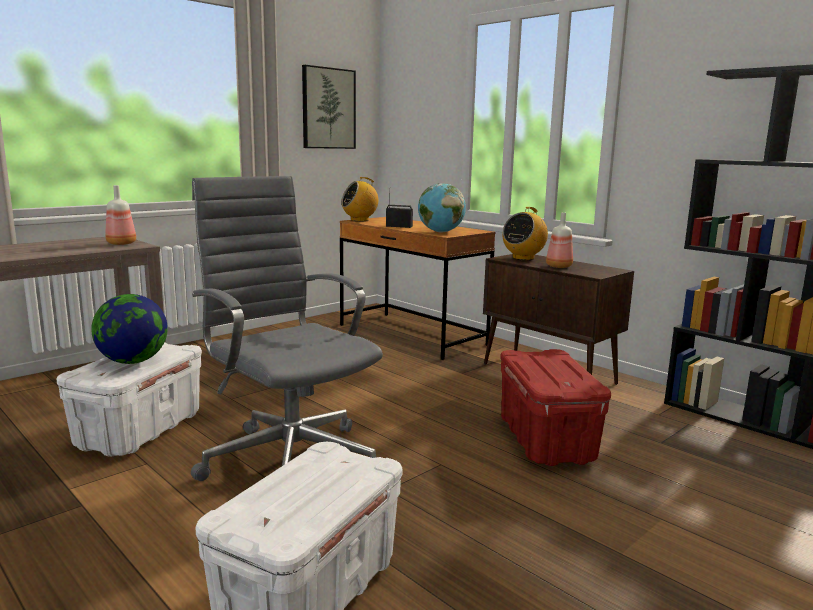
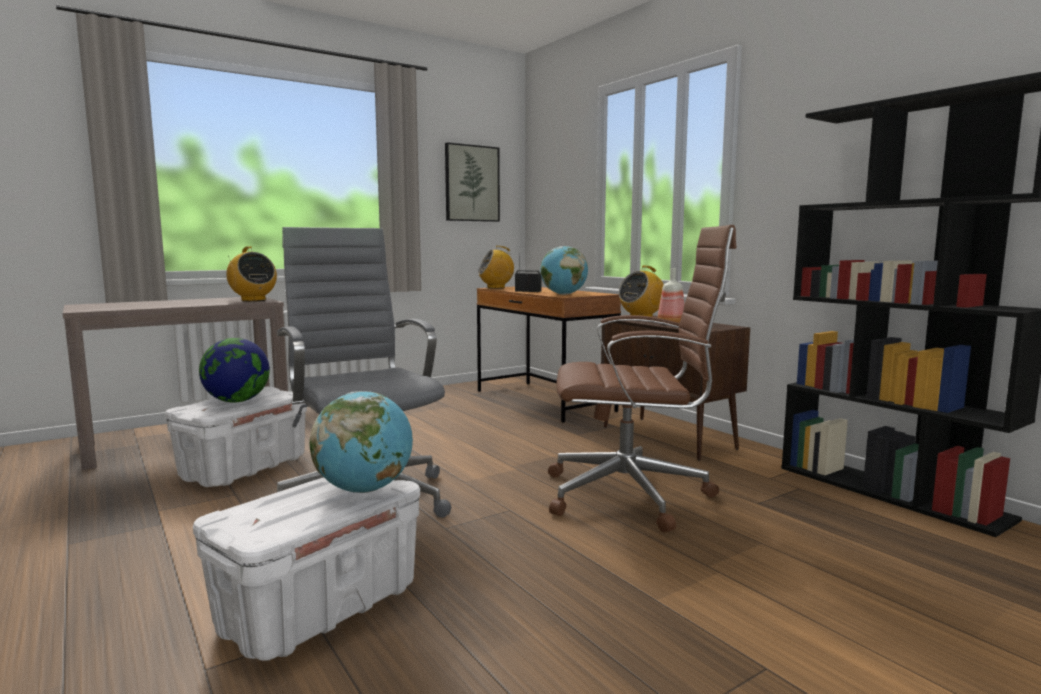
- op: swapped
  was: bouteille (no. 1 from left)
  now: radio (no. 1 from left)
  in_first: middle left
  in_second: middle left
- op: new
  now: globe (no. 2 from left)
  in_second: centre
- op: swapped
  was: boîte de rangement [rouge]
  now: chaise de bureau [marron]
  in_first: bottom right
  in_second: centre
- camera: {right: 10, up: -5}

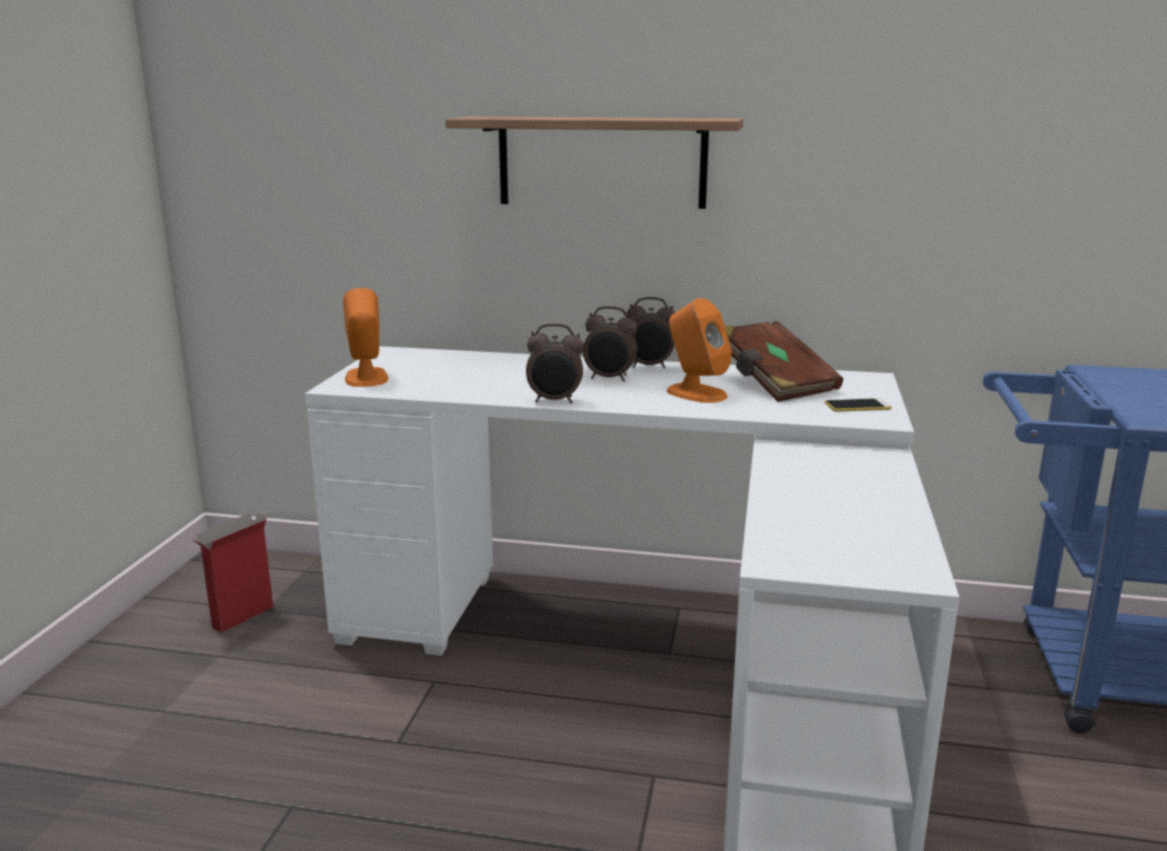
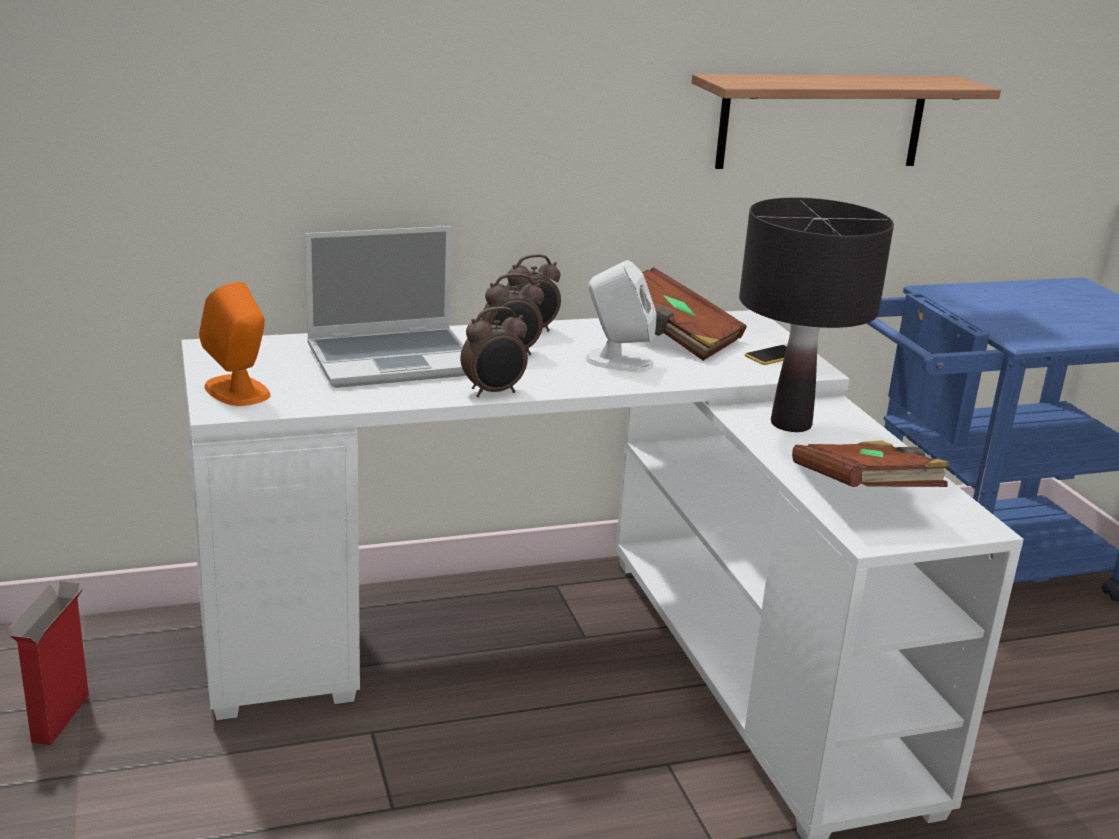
- op: new
  now: ordinateur portable
  in_second: centre
- op: repainted
  was: enceinte [orange] (no. 2 from left)
  now: enceinte [blanc]
  in_first: centre
  in_second: centre
- op: shifted
  was: étagère
  in_first: top centre
  in_second: top right
- op: new
  now: lampe de table [noir]
  in_second: middle right
- op: new
  now: livre [marron] (no. 2 from left)
  in_second: middle right
- camera: {right: -30, up: 5}

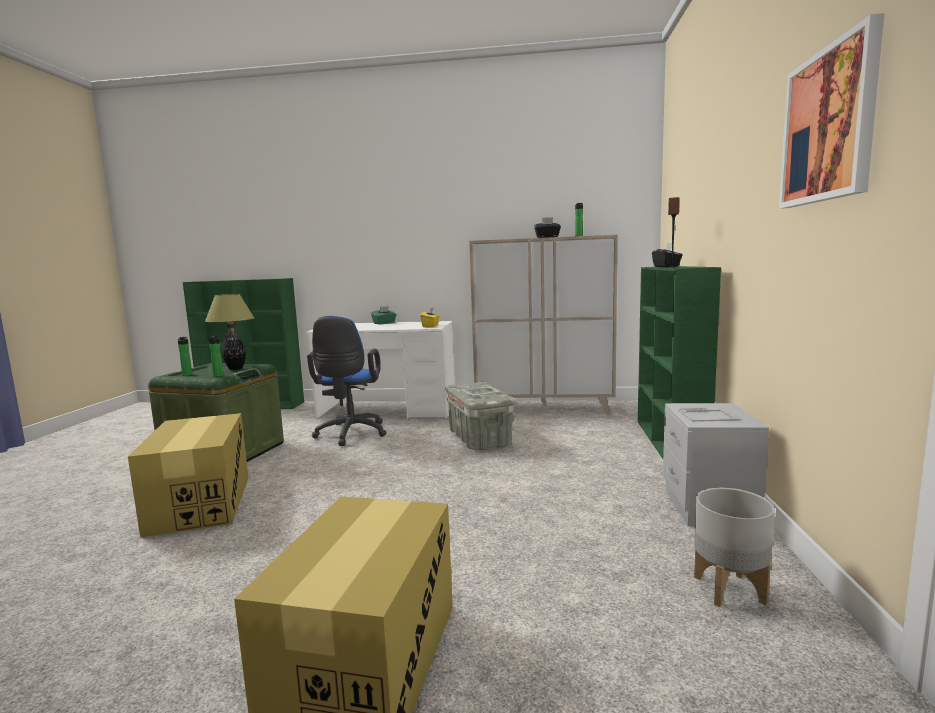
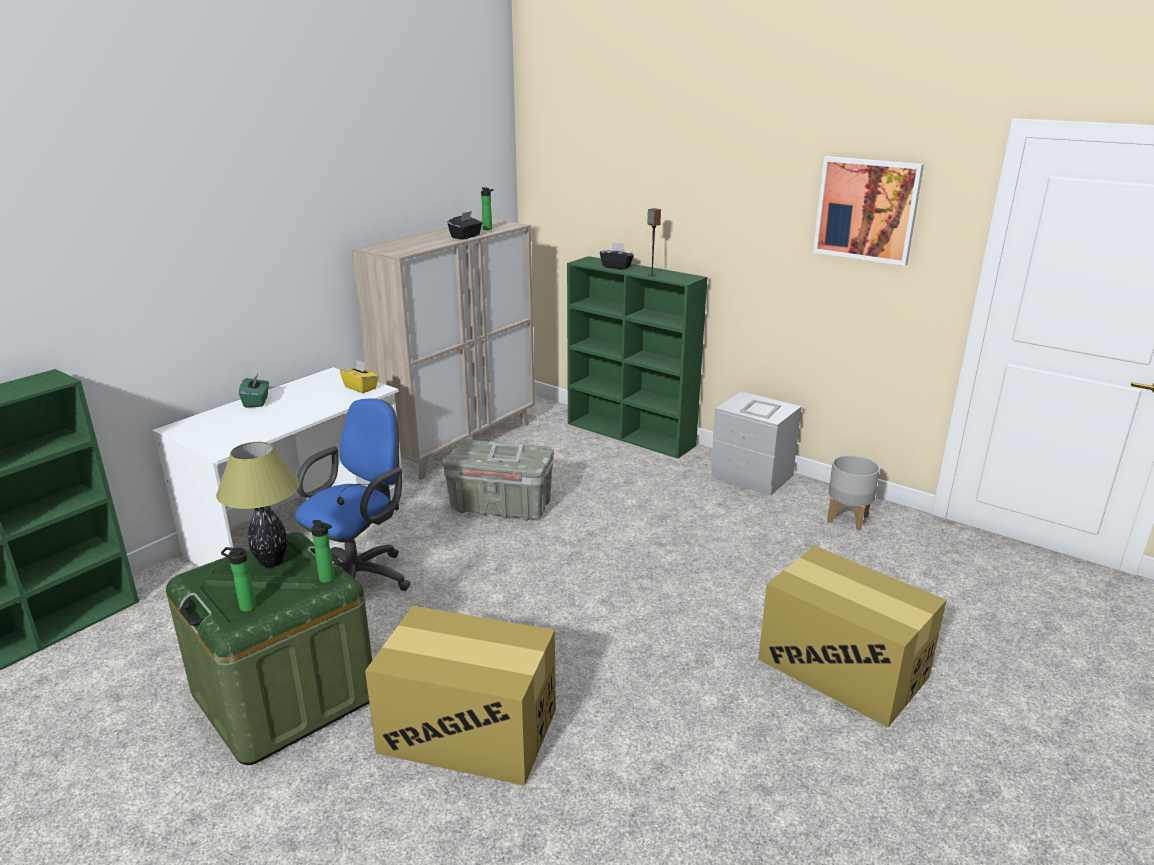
- op: rotated
  was: chaise de bureau [bleu]
  in_first: centre
  in_second: middle left
  clockwise: -90
- camera: {right: -60, up: 15}

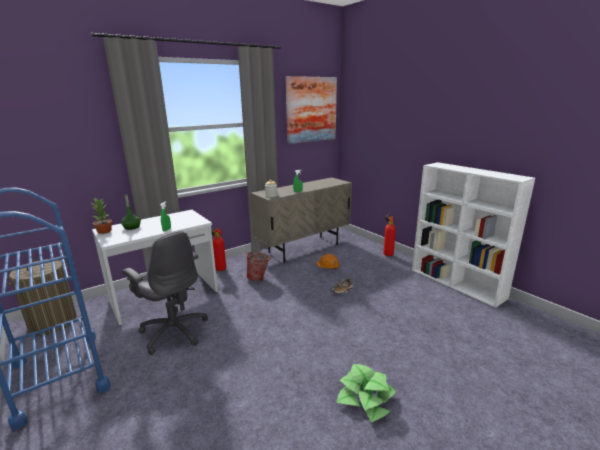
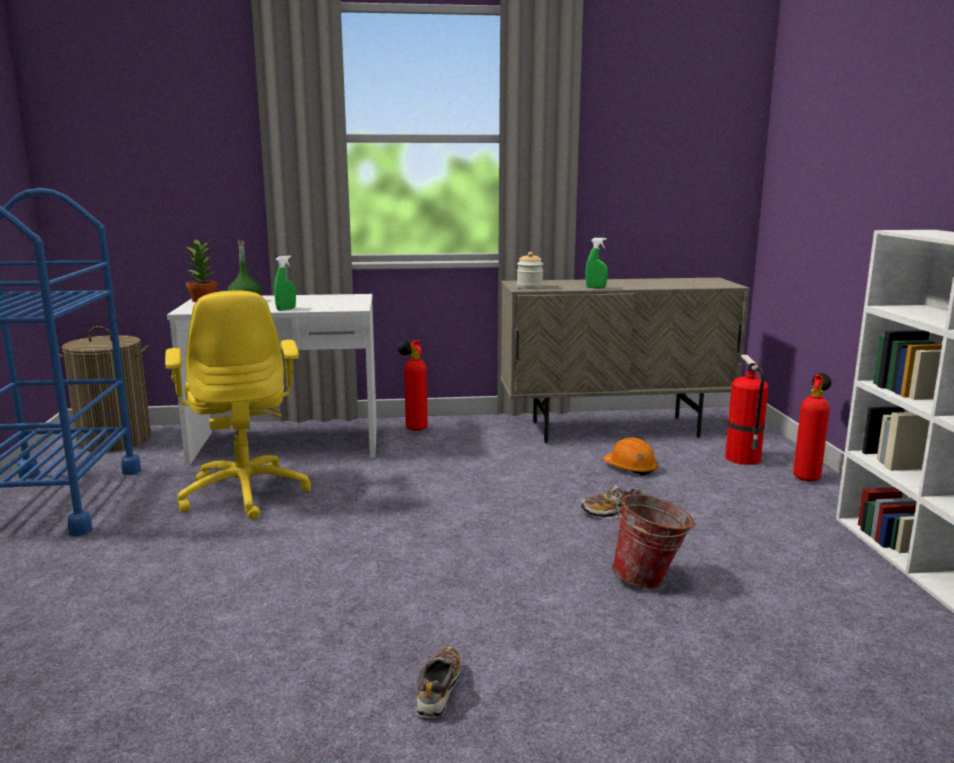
- op: repainted
  was: chaise de bureau [gris]
  now: chaise de bureau [jaune]
  in_first: middle left
  in_second: middle left
- op: swapped
  was: plante en pot (no. 2 from left)
  now: chaussure (no. 1 from left)
  in_first: bottom centre
  in_second: bottom centre
- op: shifted
  was: seau
  in_first: centre
  in_second: bottom right
- op: new
  now: extincteur (no. 2 from left)
  in_second: middle right
- op: gone
  was: tableau
  in_first: top centre
- camera: {right: 30, up: -5}

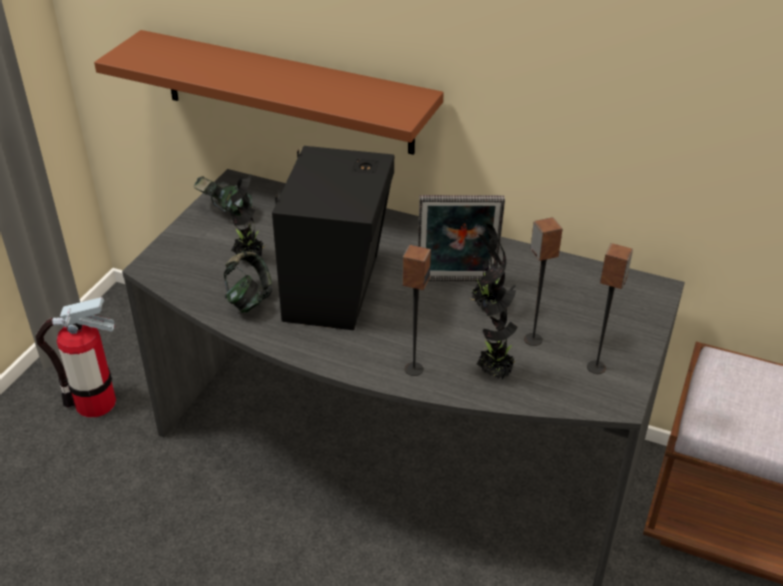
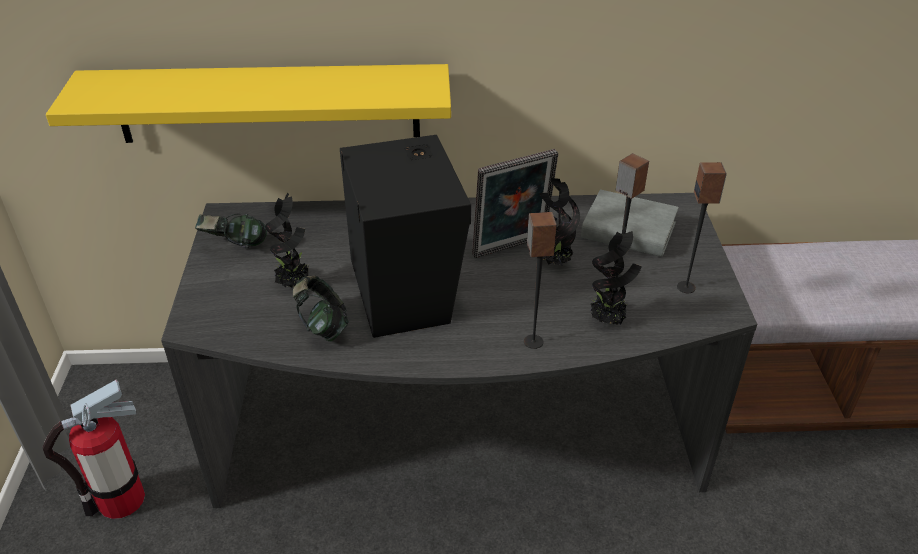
- op: repainted
  was: étagère [marron]
  now: étagère [jaune]
  in_first: top centre
  in_second: top left
- op: new
  now: livre [gris]
  in_second: middle right
- camera: {right: -25, up: 0}

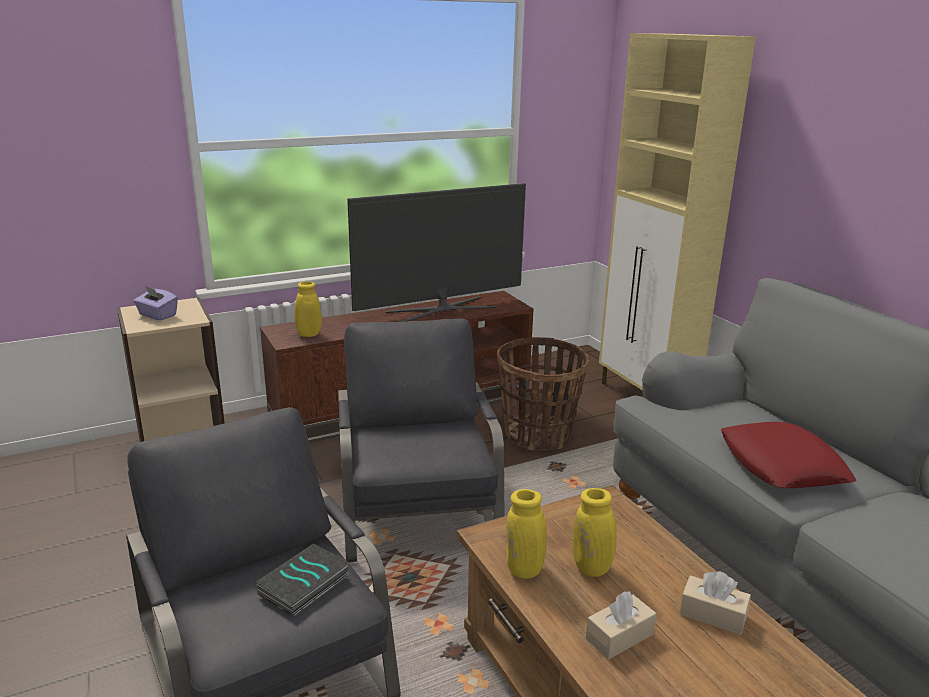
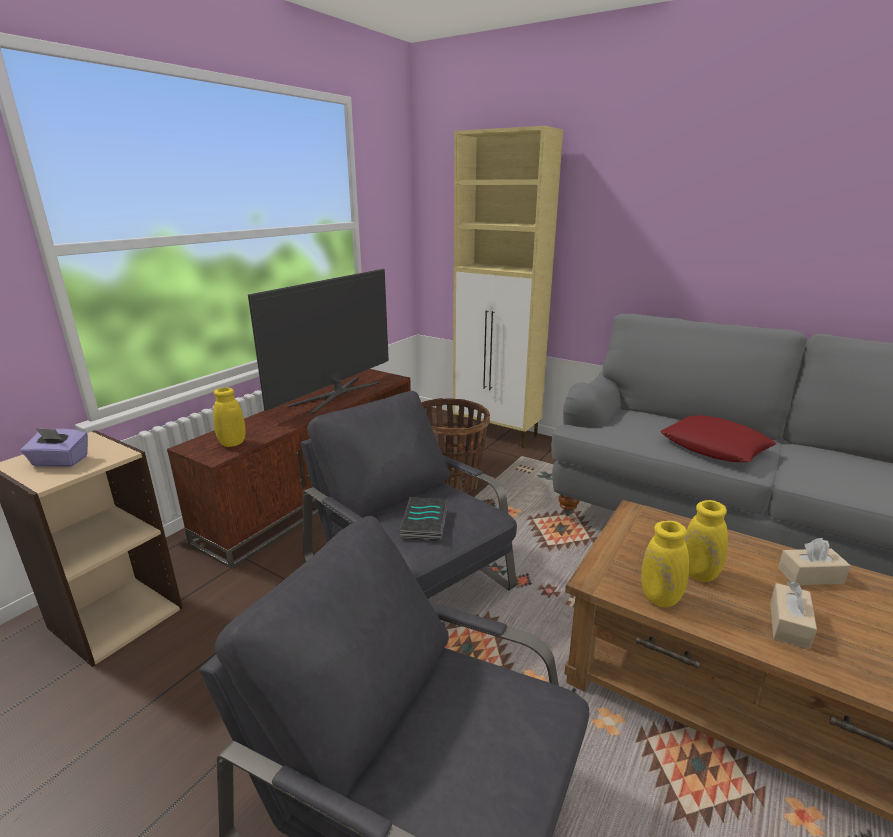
- op: shifted
  was: livre
  in_first: bottom left
  in_second: centre
- camera: {right: -30, up: 0}

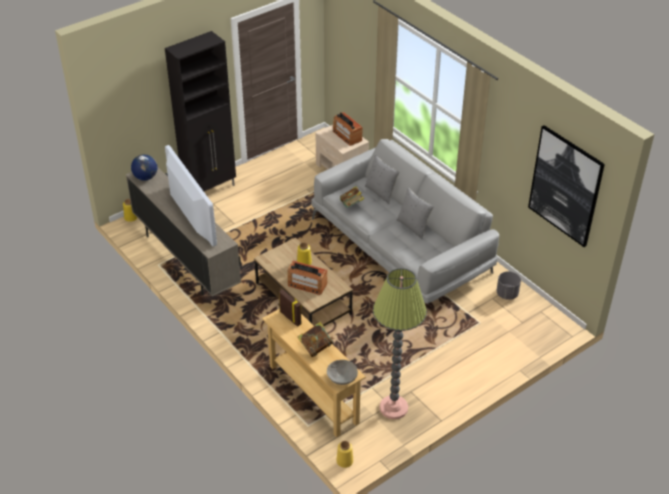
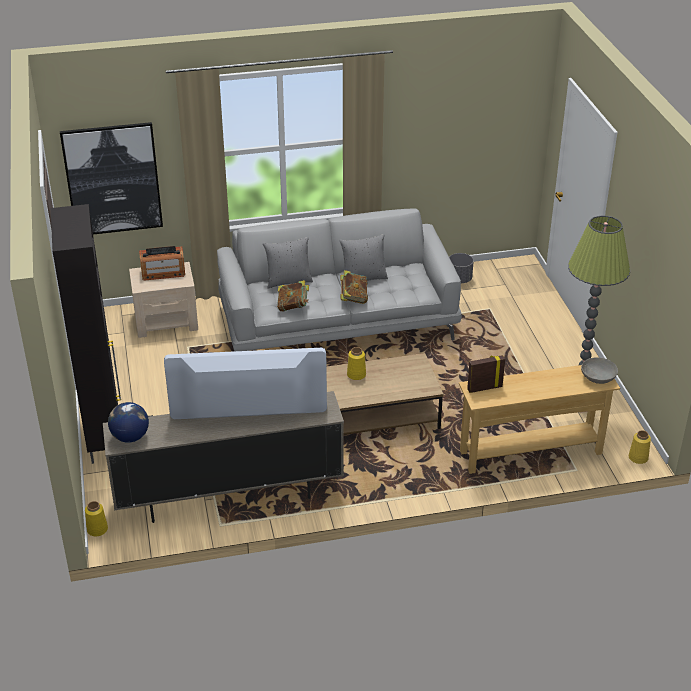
- op: shifted
  was: tableau
  in_first: middle right
  in_second: top left
- op: shifted
  was: livre (no. 1 from left in the first image)
  now: livre (no. 2 from left)
  in_first: bottom centre
  in_second: centre
- op: gone
  was: radio (no. 1 from left)
  in_first: centre
- camera: {right: -65, up: -5}

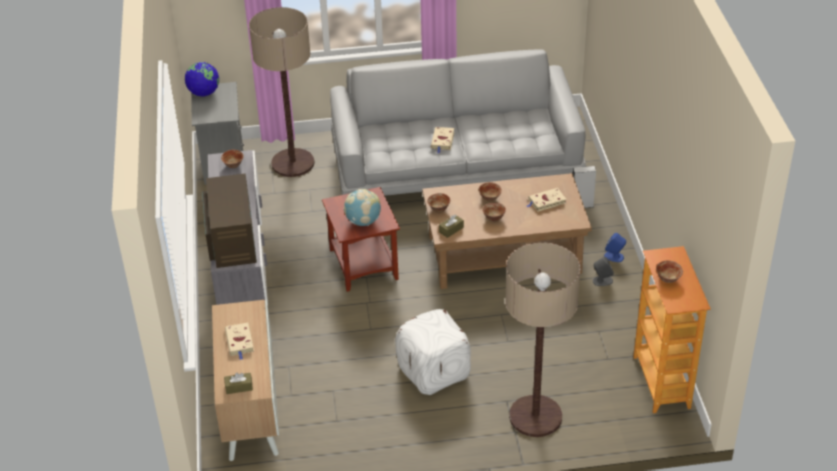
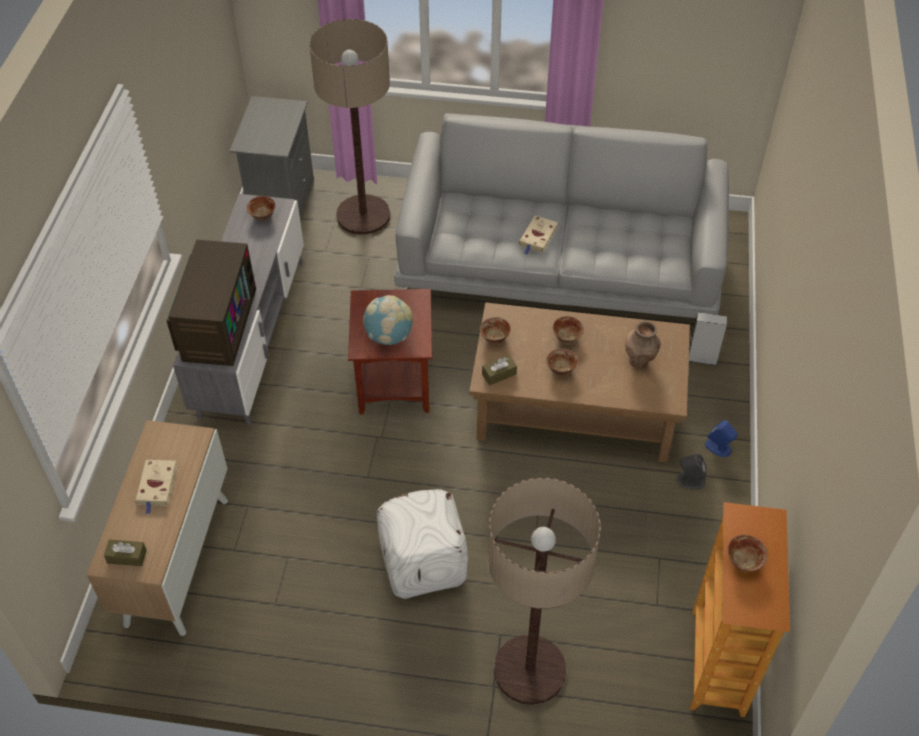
- op: swapped
  was: livre [beige] (no. 3 from left)
  now: vase [marron]
  in_first: centre
  in_second: middle right
- op: gone
  was: globe (no. 1 from left)
  in_first: top left
- camera: {right: 15, up: 10}

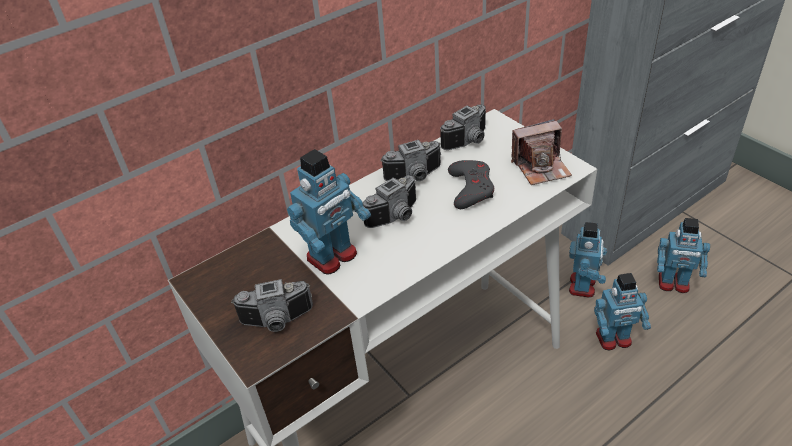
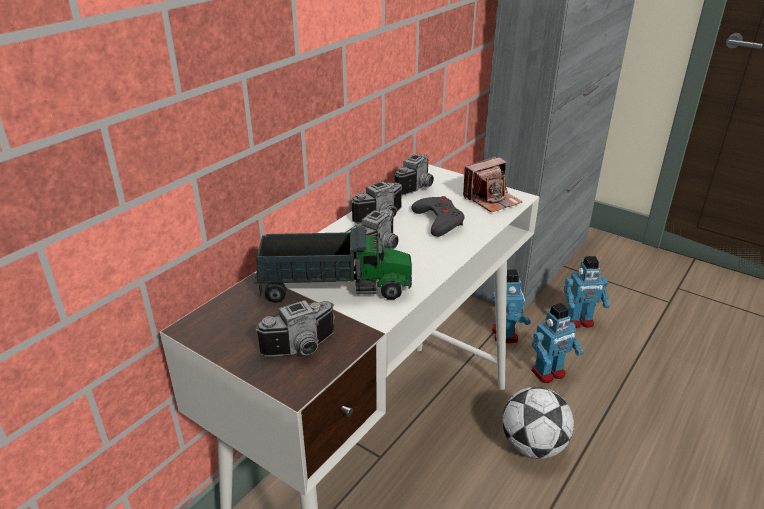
- op: swapped
  was: robot jouet (no. 1 from left)
  now: camion jouet
  in_first: centre
  in_second: centre
- op: new
  now: ballon de foot
  in_second: bottom right
- camera: {right: -20, up: -10}

